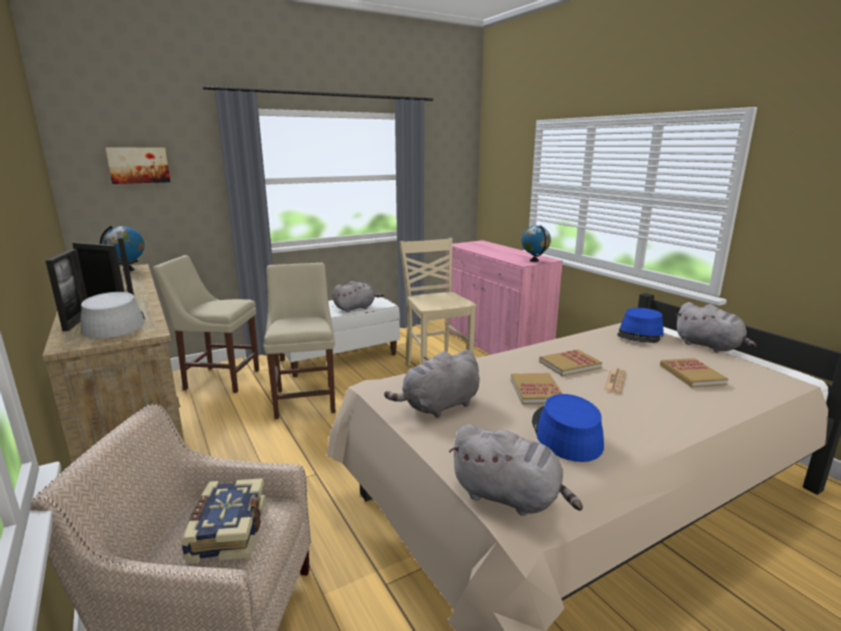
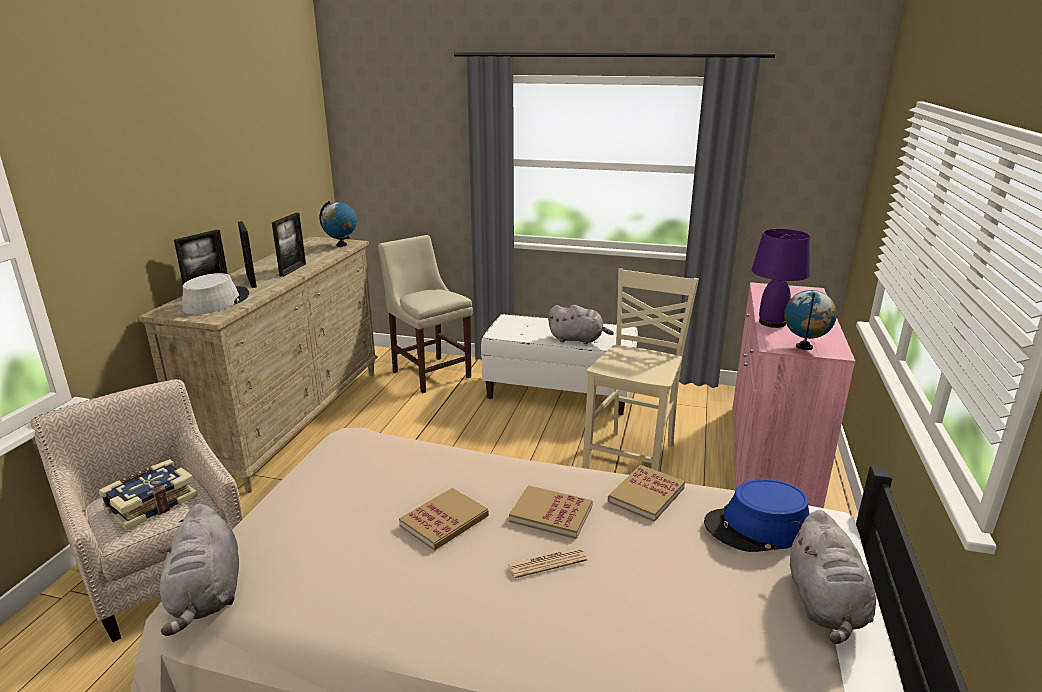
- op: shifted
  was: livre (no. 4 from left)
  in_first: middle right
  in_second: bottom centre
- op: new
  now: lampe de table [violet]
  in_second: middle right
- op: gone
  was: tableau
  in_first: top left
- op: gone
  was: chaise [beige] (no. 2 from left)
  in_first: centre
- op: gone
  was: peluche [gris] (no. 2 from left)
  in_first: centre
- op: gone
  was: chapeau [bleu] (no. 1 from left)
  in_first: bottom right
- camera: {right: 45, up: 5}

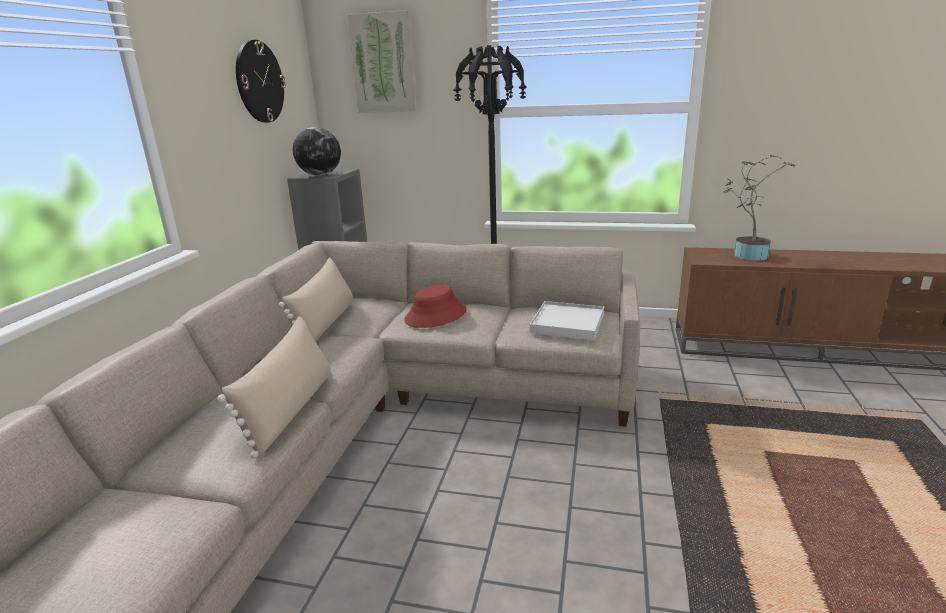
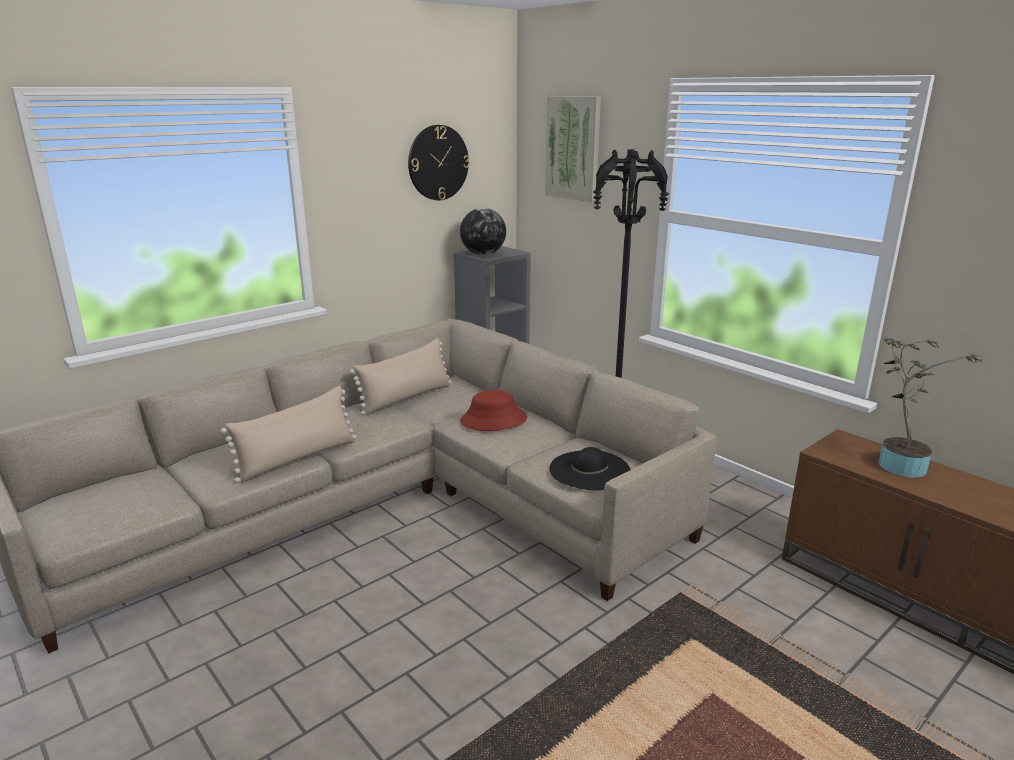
- op: swapped
  was: plateau [blanc]
  now: chapeau [noir]
  in_first: centre
  in_second: centre
- camera: {right: 35, up: 0}

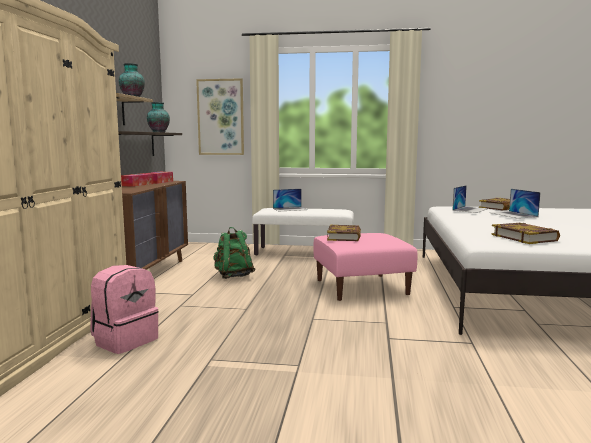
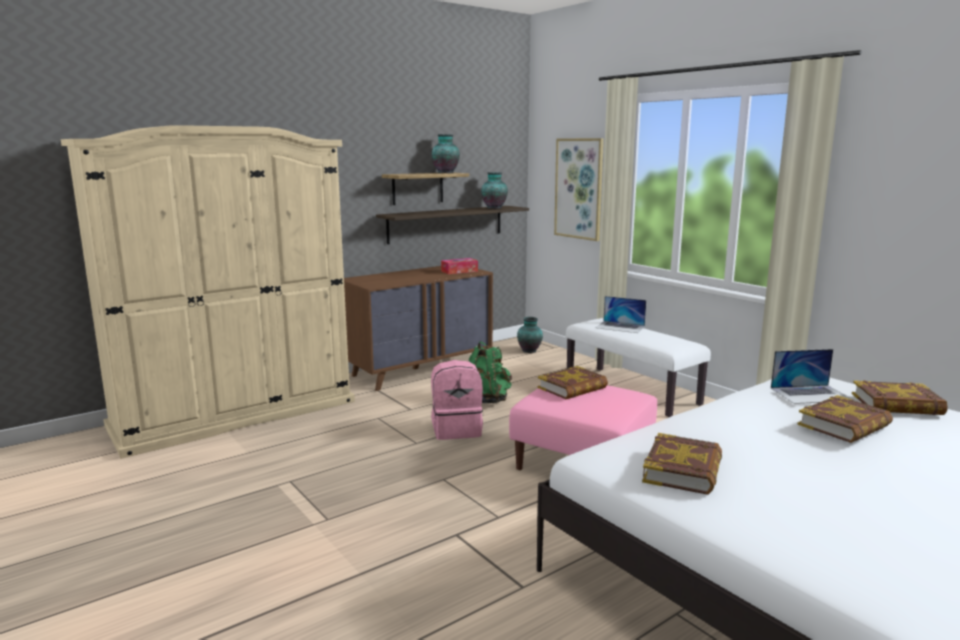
- op: shifted
  was: sac à dos [rose]
  in_first: bottom left
  in_second: centre
- op: new
  now: vase (no. 3 from left)
  in_second: centre
- op: swapped
  was: ordinateur portable (no. 3 from left)
  now: livre (no. 3 from left)
  in_first: middle right
  in_second: middle right
- op: gone
  was: boîte à mouchoirs (no. 1 from left)
  in_first: middle left
- camera: {right: 45, up: 5}

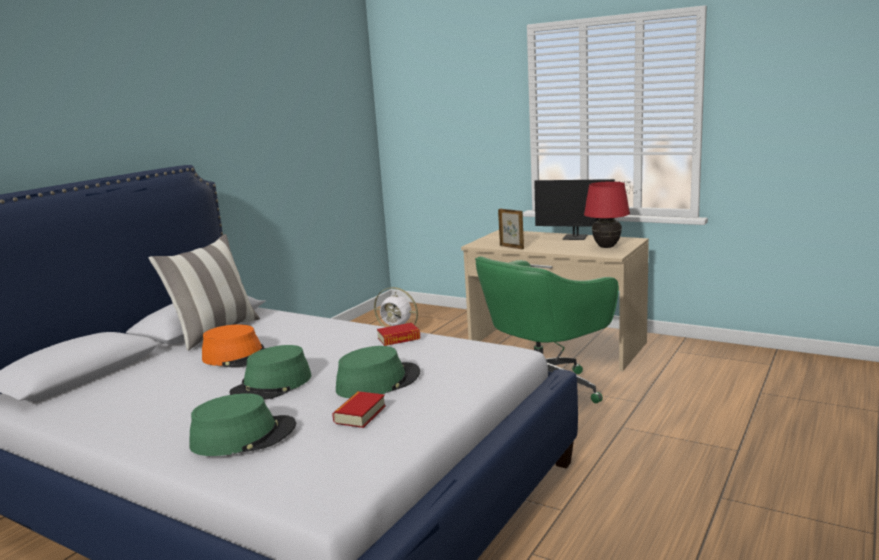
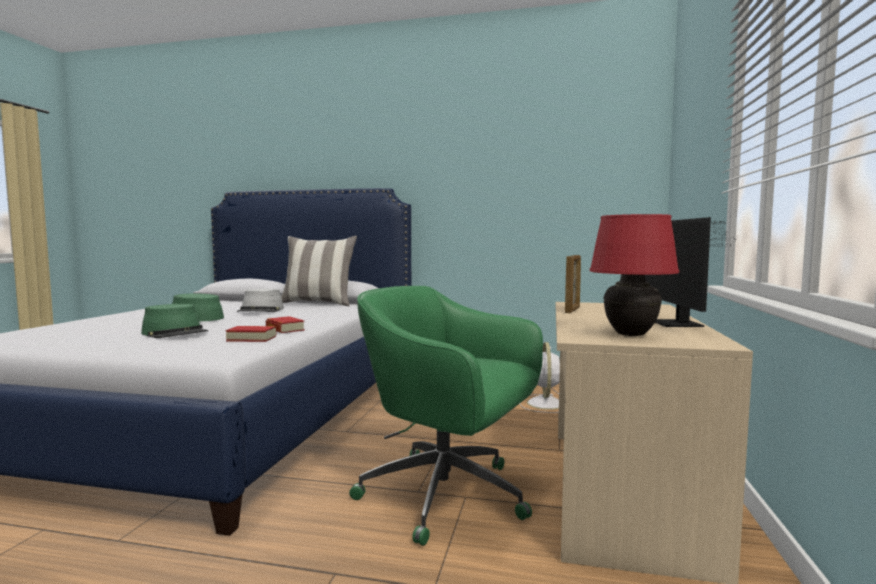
- op: shifted
  was: livre (no. 1 from left)
  in_first: bottom centre
  in_second: middle left
- op: repainted
  was: chapeau [orange]
  now: chapeau [gris]
  in_first: middle left
  in_second: middle left
- op: gone
  was: chapeau [vert] (no. 1 from left)
  in_first: bottom left
- camera: {right: 70, up: -10}

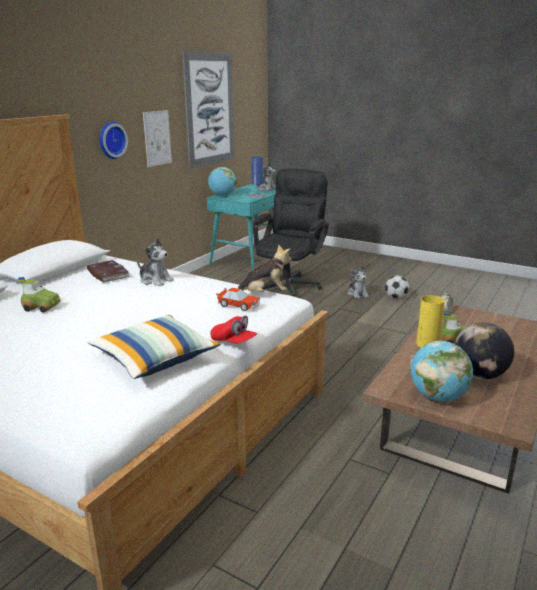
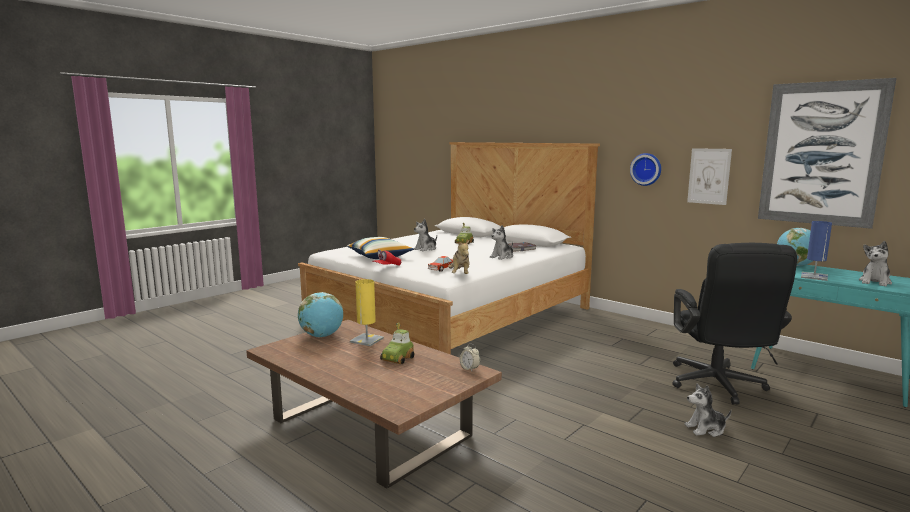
- op: new
  now: peluche (no. 1 from left)
  in_second: centre
- op: rotated
  was: chaise de bureau [noir]
  in_first: centre
  in_second: middle right
  clockwise: 60
- op: gone
  was: ballon de foot
  in_first: middle right
- op: gone
  was: globe (no. 3 from left)
  in_first: middle right
- camera: {right: 100, up: -10}

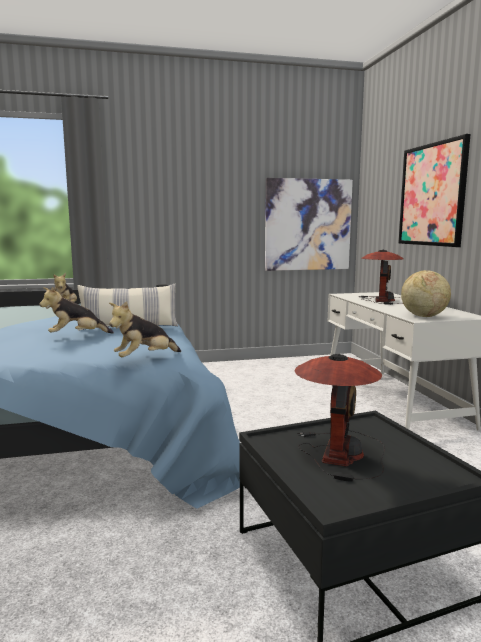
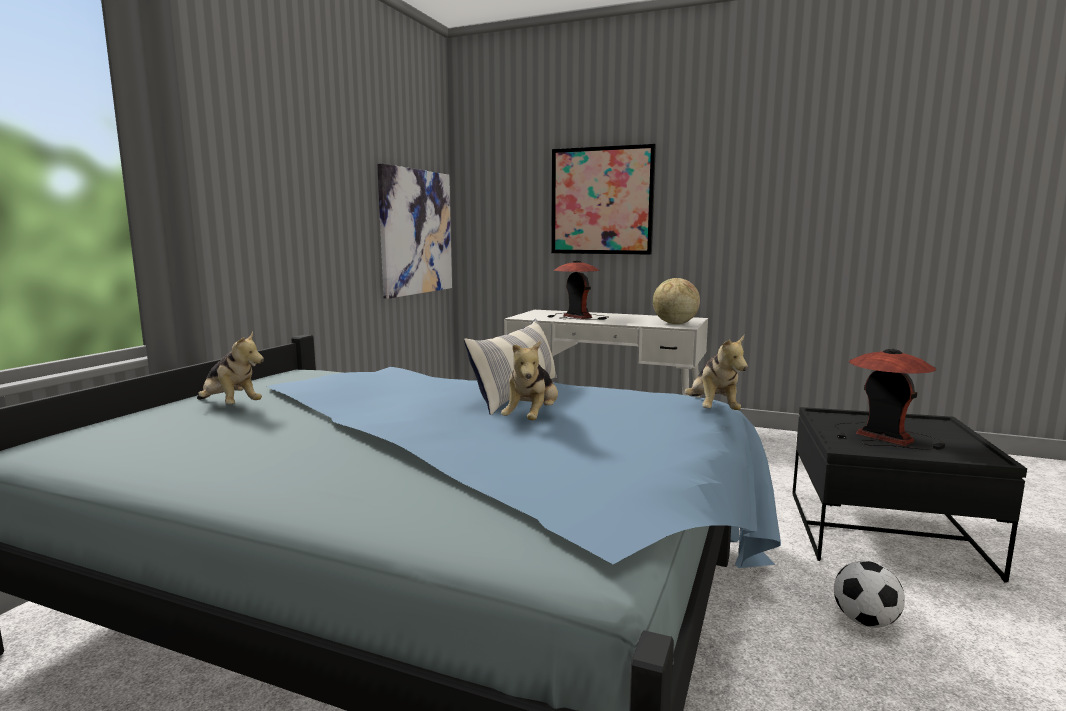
- op: new
  now: ballon de foot
  in_second: bottom right
- camera: {right: -55, up: 0}

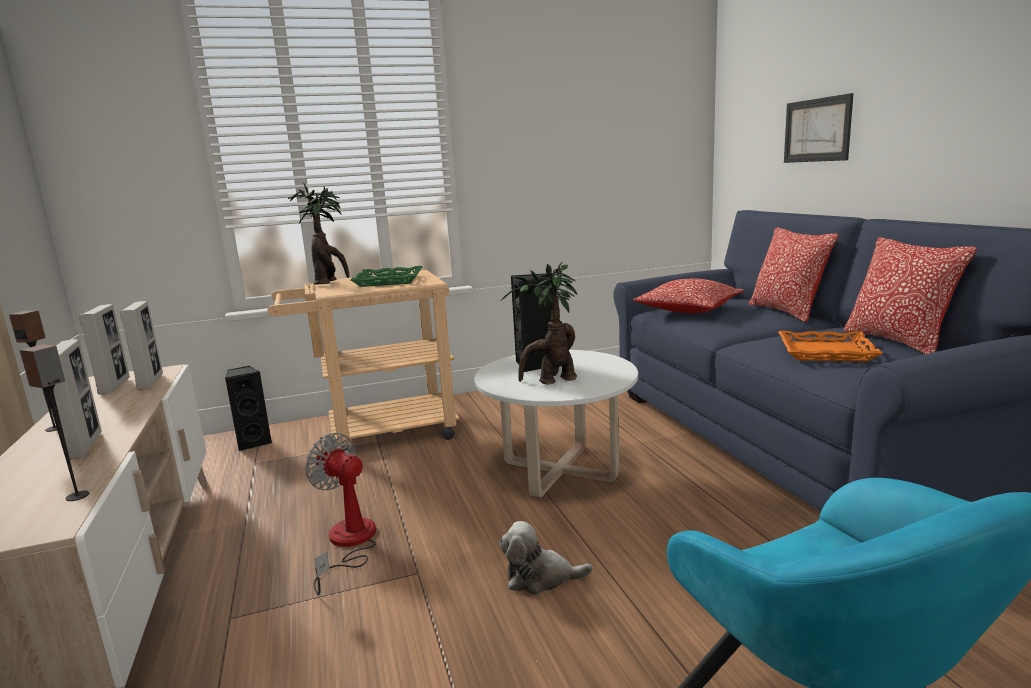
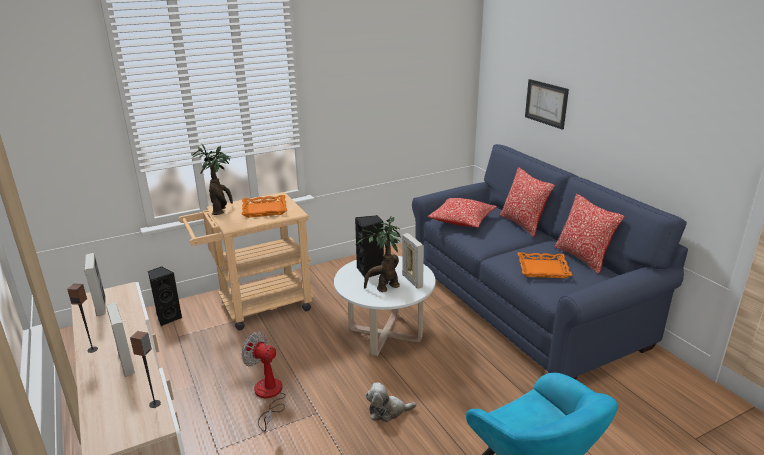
- op: repainted
  was: plateau [vert]
  now: plateau [orange] (no. 1 from left)
  in_first: centre
  in_second: centre
- op: shifted
  was: cadre photo (no. 3 from left)
  in_first: middle left
  in_second: centre
- camera: {right: -10, up: 10}

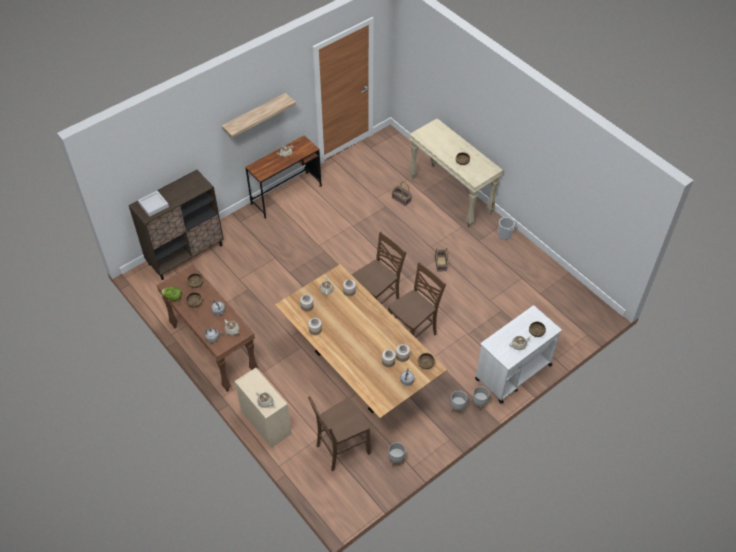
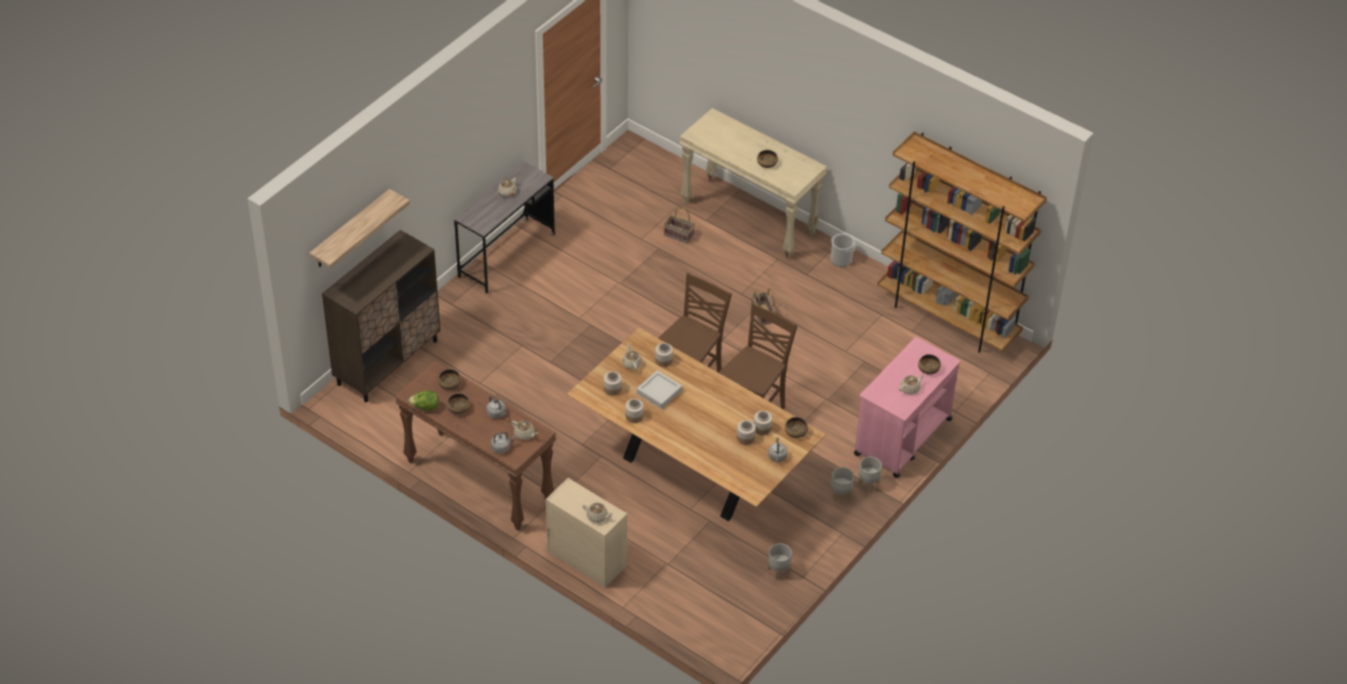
- op: shifted
  was: étagère
  in_first: top centre
  in_second: middle left
- op: repainted
  was: bureau [marron]
  now: bureau [gris]
  in_first: top centre
  in_second: top centre
- op: shifted
  was: plateau [gris]
  in_first: middle left
  in_second: centre
- op: repainted
  was: chariot [blanc]
  now: chariot [rose]
  in_first: middle right
  in_second: middle right
- op: new
  now: bibliothèque [marron]
  in_second: middle right
- op: gone
  was: chaise [marron] (no. 1 from left)
  in_first: bottom centre
- camera: {right: -15, up: -5}

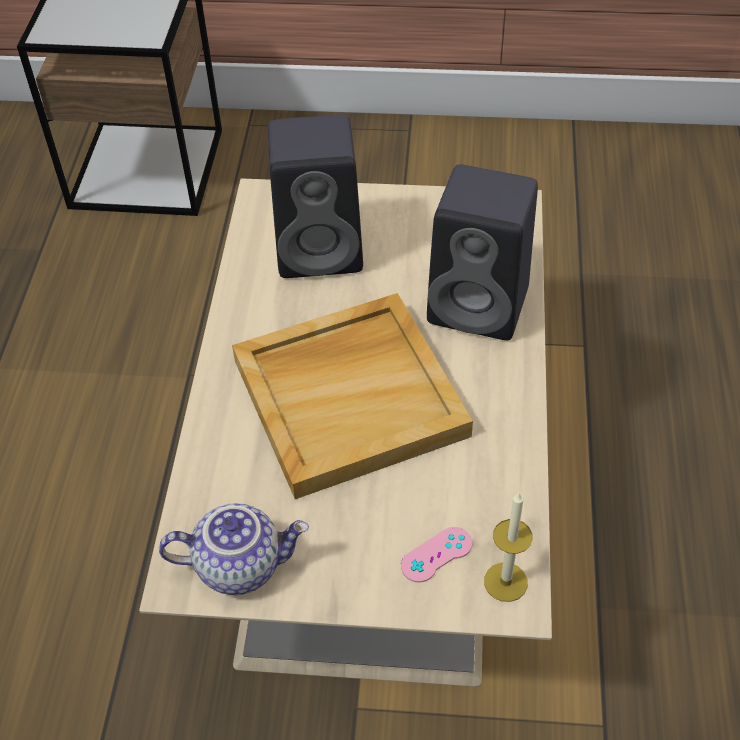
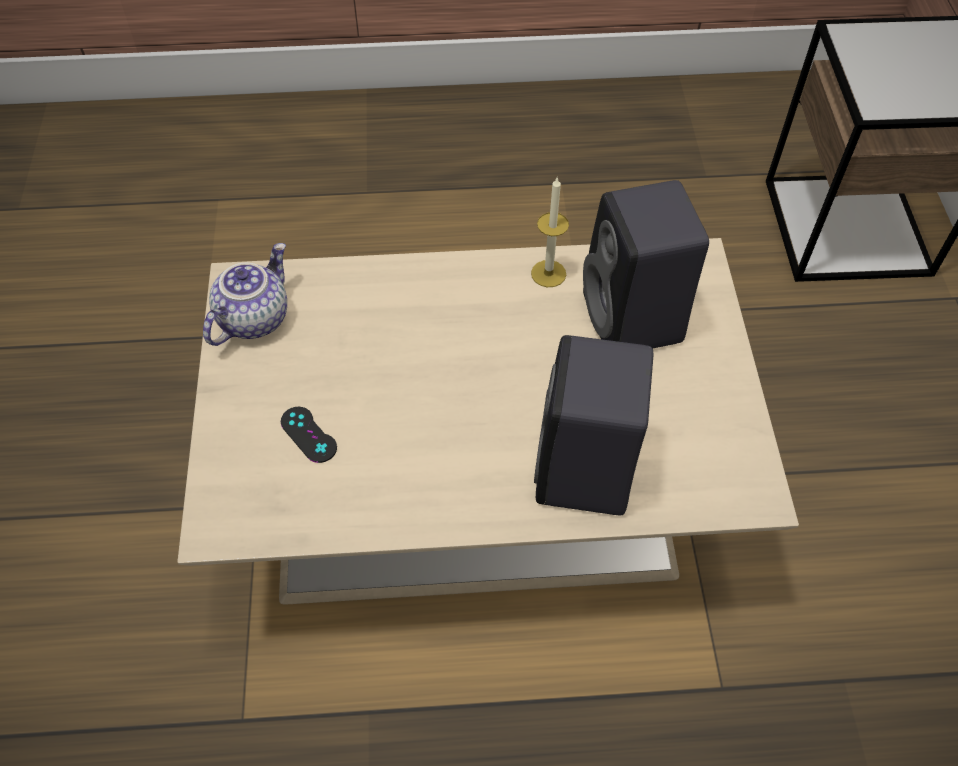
- op: rotated
  was: théière
  in_first: bottom left
  in_second: middle left
  clockwise: -135
- op: new
  now: manette [noir]
  in_second: middle left
- op: shifted
  was: bougie
  in_first: bottom right
  in_second: top centre
- op: gone
  was: plateau [beige]
  in_first: centre
- op: gone
  was: manette [rose]
  in_first: bottom centre
- camera: {right: 80, up: 5}

